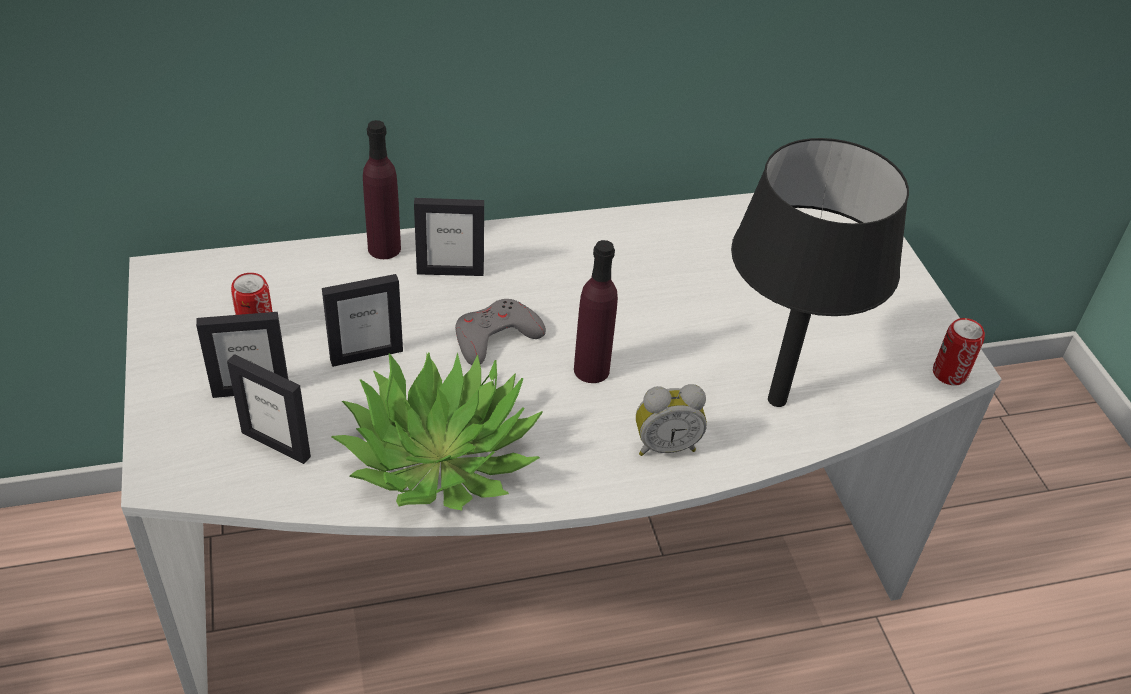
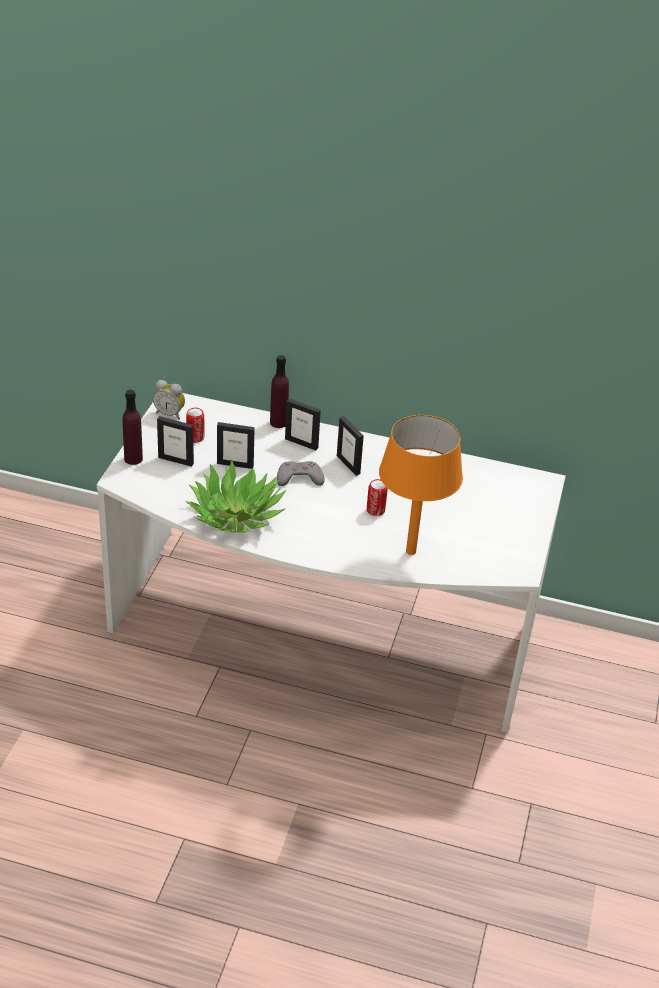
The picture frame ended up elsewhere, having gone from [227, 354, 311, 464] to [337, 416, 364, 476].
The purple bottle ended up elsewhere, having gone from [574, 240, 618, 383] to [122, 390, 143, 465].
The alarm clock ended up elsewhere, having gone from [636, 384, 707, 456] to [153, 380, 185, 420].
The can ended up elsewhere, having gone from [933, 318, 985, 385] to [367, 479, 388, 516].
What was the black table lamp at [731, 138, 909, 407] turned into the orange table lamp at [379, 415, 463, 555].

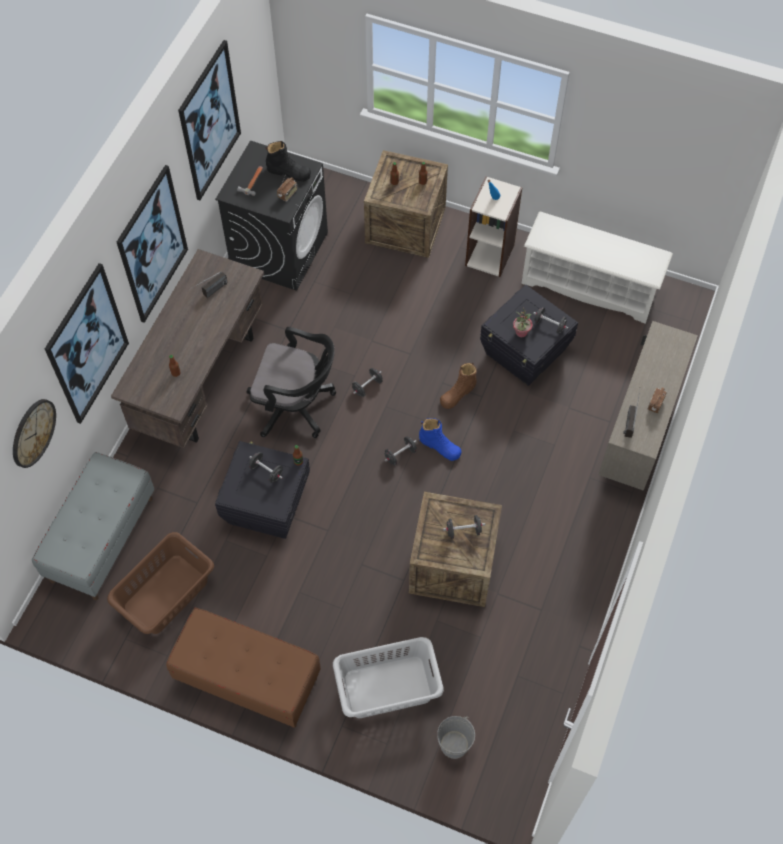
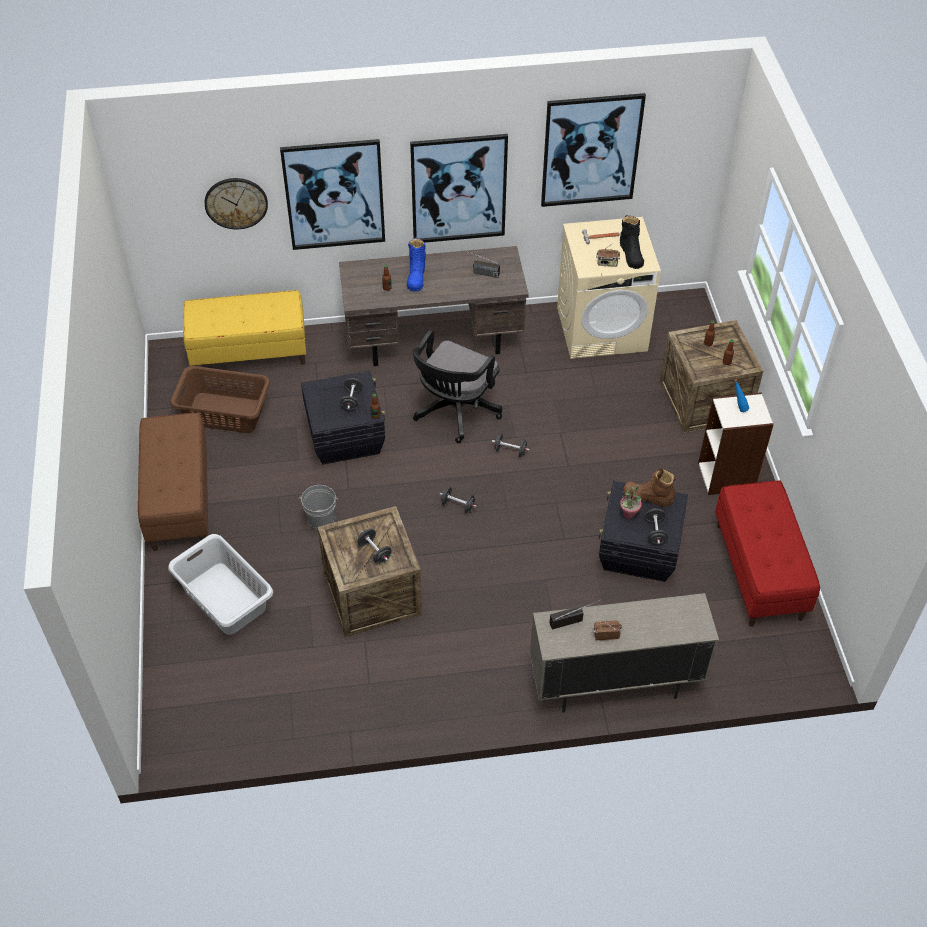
The blue boot ended up elsewhere, having gone from [419, 418, 462, 461] to [407, 238, 426, 292].
The grey bucket ended up elsewhere, having gone from [437, 716, 475, 759] to [298, 485, 338, 530].
The brown boot ended up elsewhere, having gone from [440, 363, 477, 409] to [623, 469, 676, 507].
Where the white shoe rack stood at [521, 212, 673, 324], the red bench came to stand at [715, 481, 820, 627].
What was the grey bench at [32, 452, 155, 600] turned into the yellow bench at [183, 290, 306, 366].
What was the black washing machine at [215, 140, 328, 291] turned into the beige washing machine at [557, 217, 661, 359].
The black office chair at [246, 327, 336, 438] ended up facing another way, 45 degrees clockwise from before.

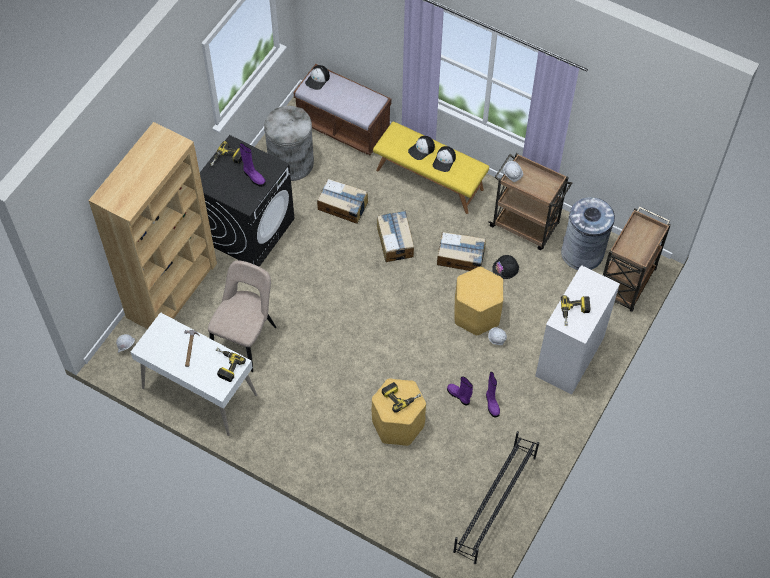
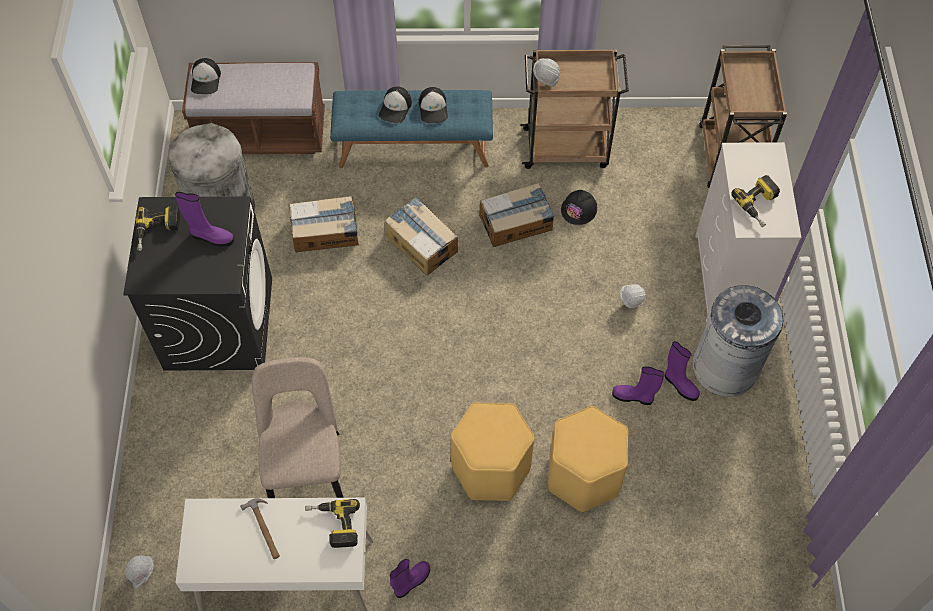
The second view lost the brown bookcase at [88, 122, 217, 329].
The second view lost the power drill at [382, 382, 421, 413].
The second view lost the black shoe rack at [453, 431, 539, 564].
The second view gained the purple boot at [390, 559, 430, 598].
The yellow stool ended up elsewhere, having gone from [454, 267, 503, 335] to [451, 402, 535, 501].
The grey trash can ended up elsewhere, having gone from [561, 197, 615, 270] to [692, 285, 783, 397].
What was the yellow bench at [373, 122, 489, 214] turned into the blue bench at [330, 90, 493, 168].

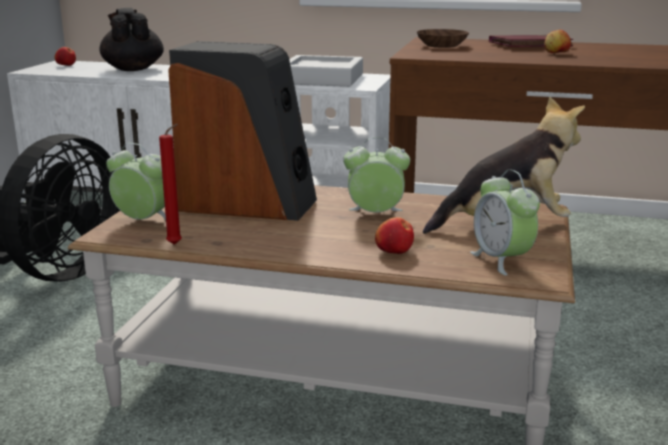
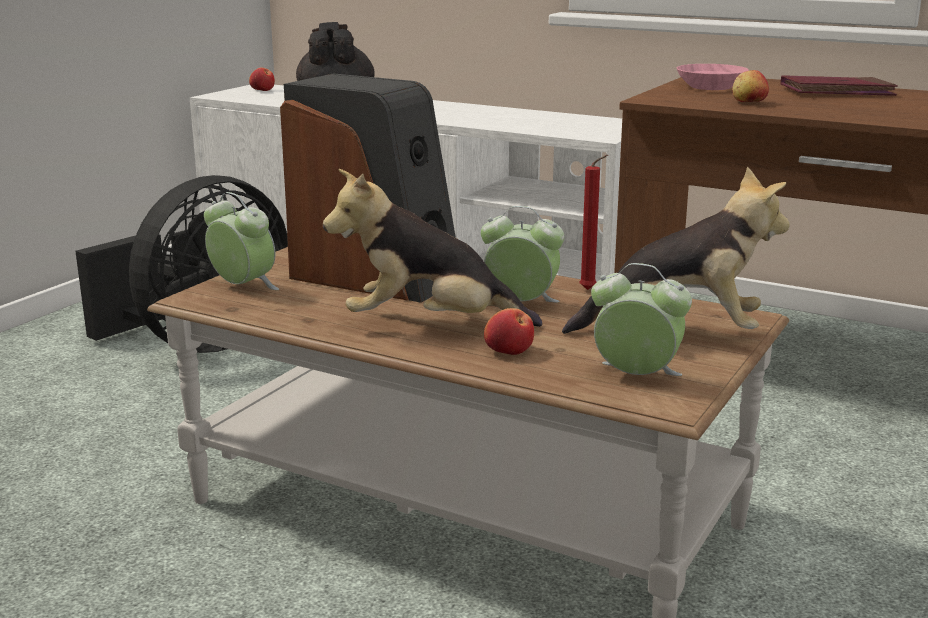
The second view lost the grey tray at [289, 55, 363, 87].
The second view gained the plush toy at [323, 169, 542, 327].
The red candle ended up elsewhere, having gone from [159, 124, 182, 245] to [579, 155, 608, 290].
The apple ended up elsewhere, having gone from [544, 30, 571, 53] to [732, 70, 769, 102].
What was the brown bowl at [417, 29, 469, 48] turned into the pink bowl at [677, 64, 749, 90].
The alarm clock at [470, 170, 540, 276] ended up facing another way, 120 degrees clockwise from before.

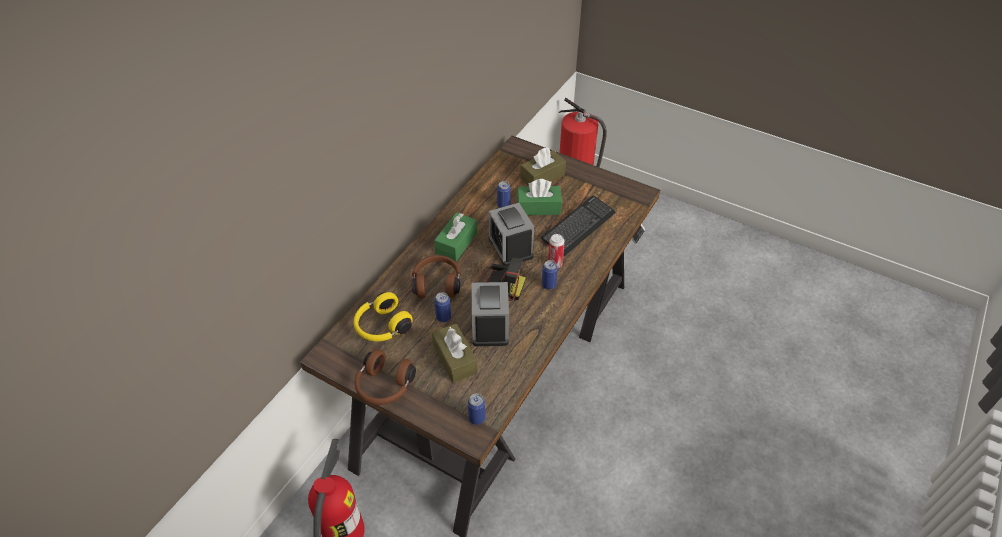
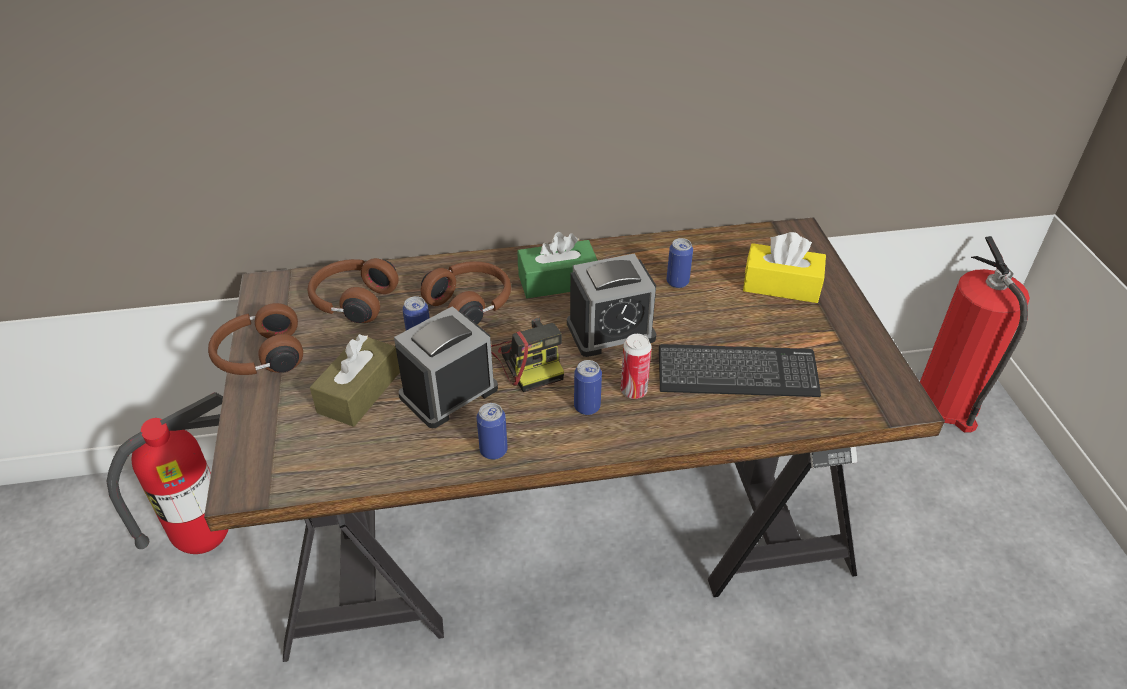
The second view lost the green tissue box at [517, 179, 562, 215].
The can ended up elsewhere, having gone from [468, 393, 485, 425] to [476, 403, 508, 460].
What was the yellow headphones at [354, 292, 413, 342] turned into the brown headphones at [308, 258, 399, 323].
What was the brown tissue box at [520, 148, 566, 186] turned into the yellow tissue box at [743, 232, 826, 303].
The alarm clock at [489, 203, 534, 266] ended up facing another way, 135 degrees counterclockwise from before.

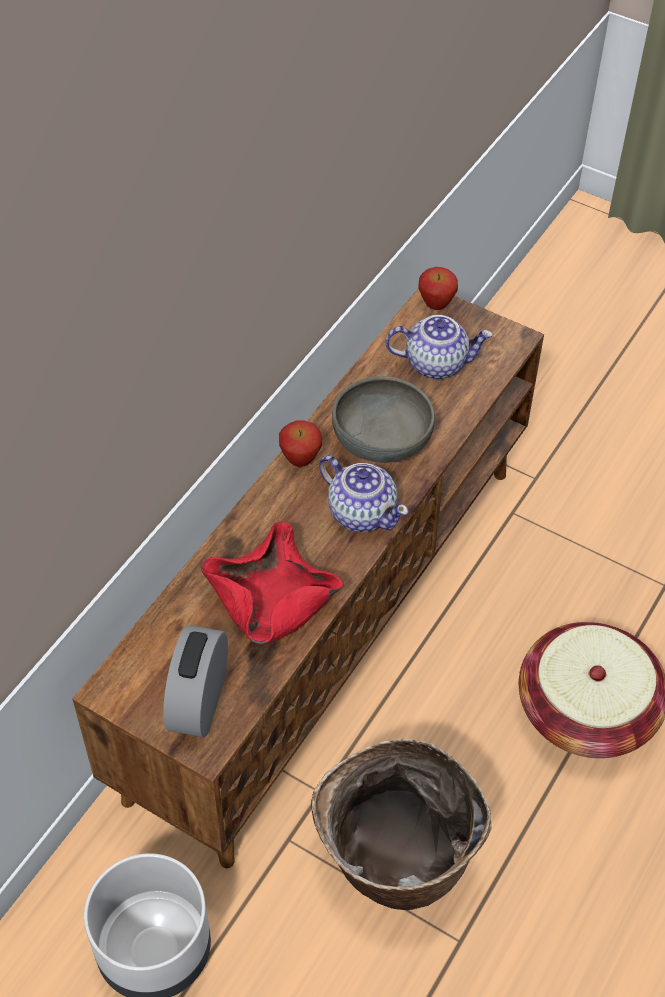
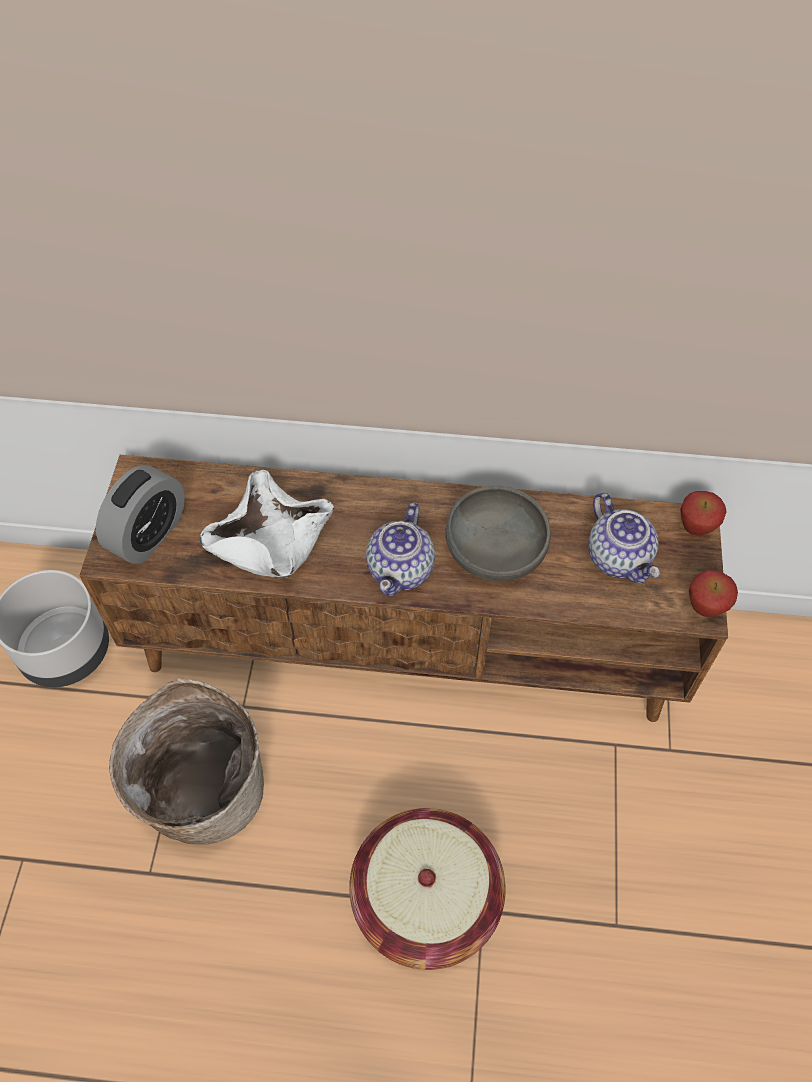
The apple ended up elsewhere, having gone from [279, 420, 322, 467] to [689, 570, 738, 617].
What was the red bowl at [201, 522, 343, 644] turned into the white bowl at [200, 470, 334, 578].
The alarm clock at [163, 625, 228, 738] ended up facing another way, 135 degrees clockwise from before.

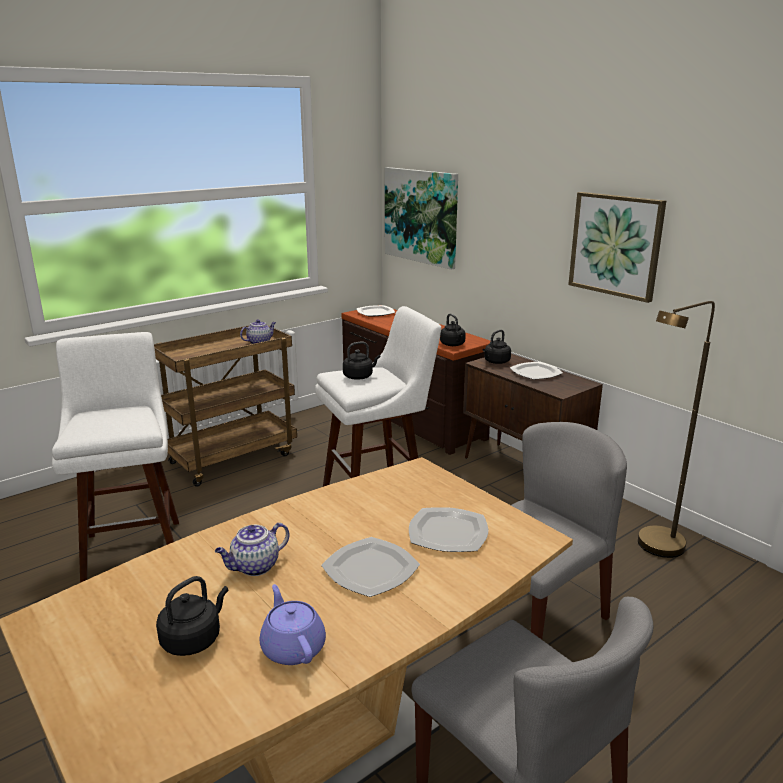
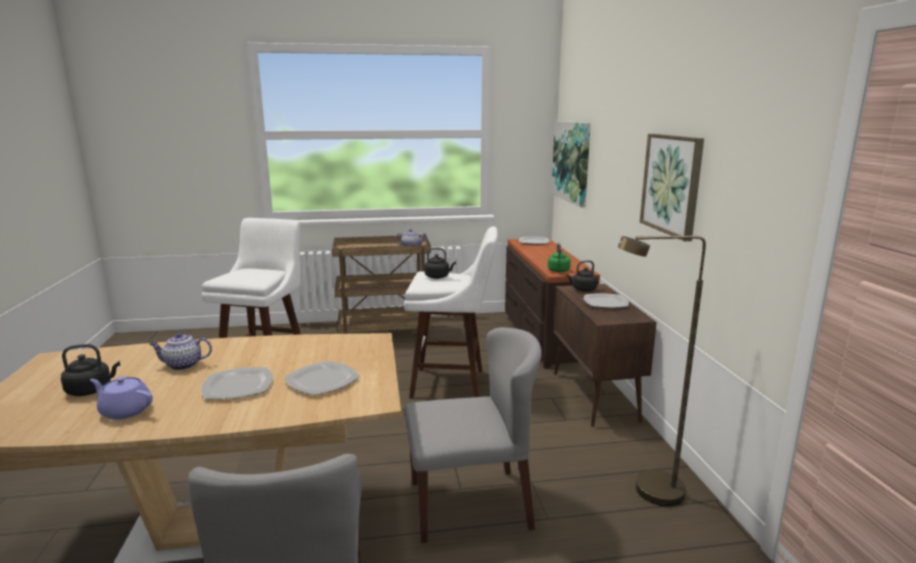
What was the black kettle at [440, 314, 466, 346] turned into the green kettle at [548, 243, 571, 272].
The purple teapot at [260, 584, 326, 665] ended up facing another way, 75 degrees counterclockwise from before.

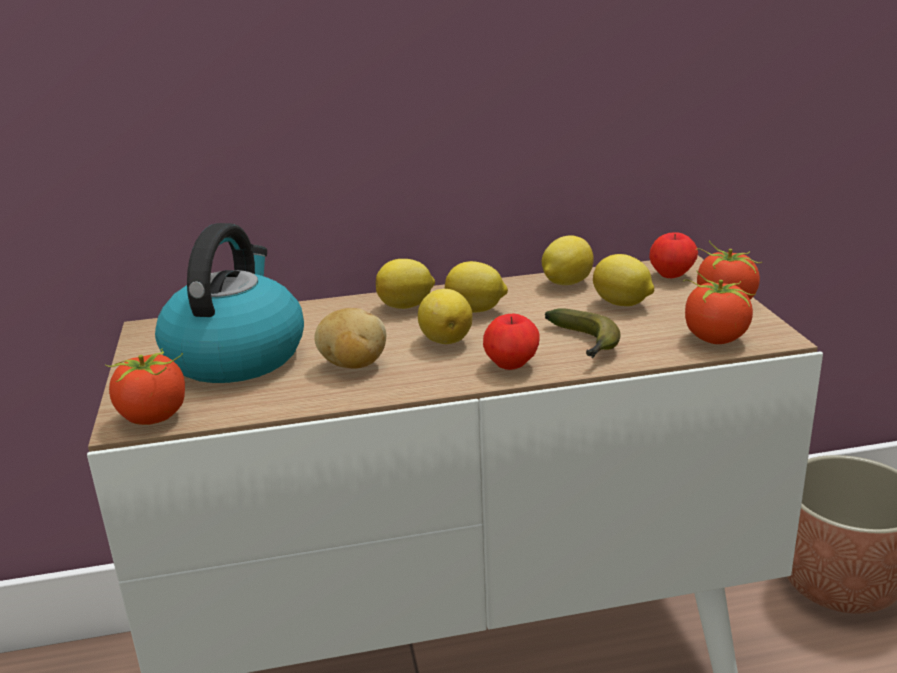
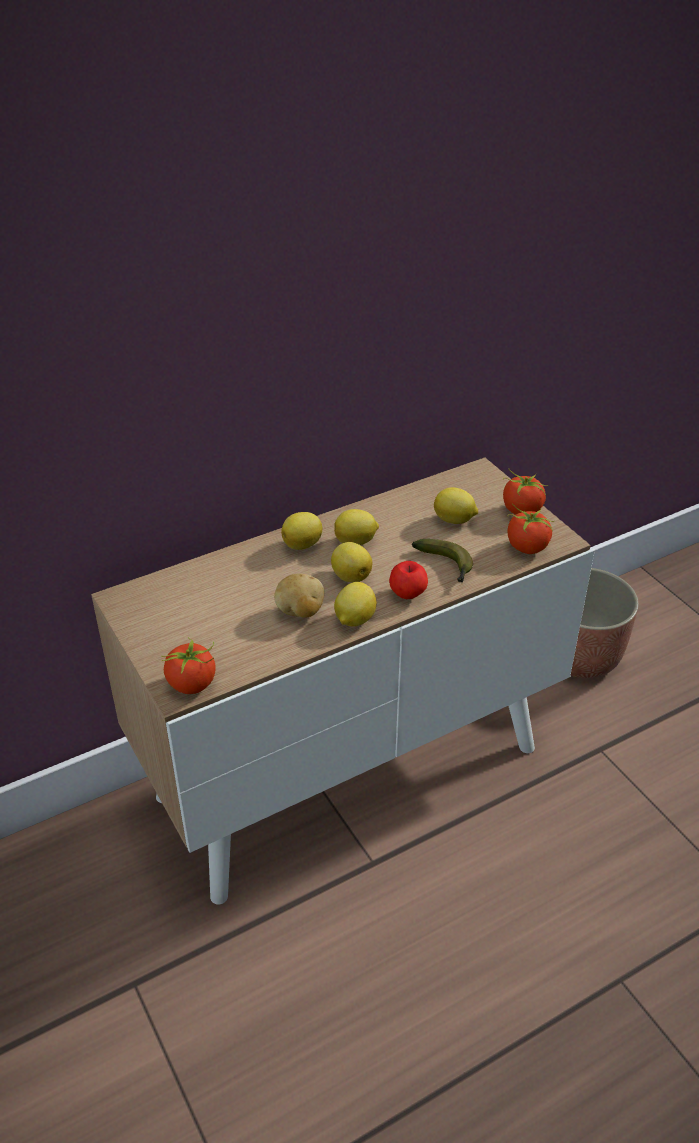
The second view lost the kettle at [155, 223, 304, 383].
The second view lost the apple at [649, 232, 698, 278].
The lemon ended up elsewhere, having gone from [542, 235, 594, 285] to [334, 582, 377, 627].

